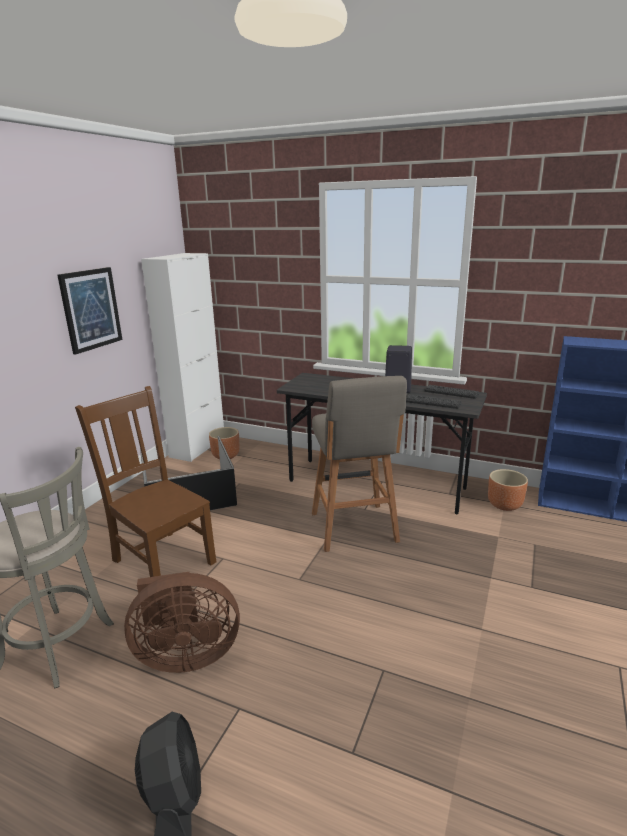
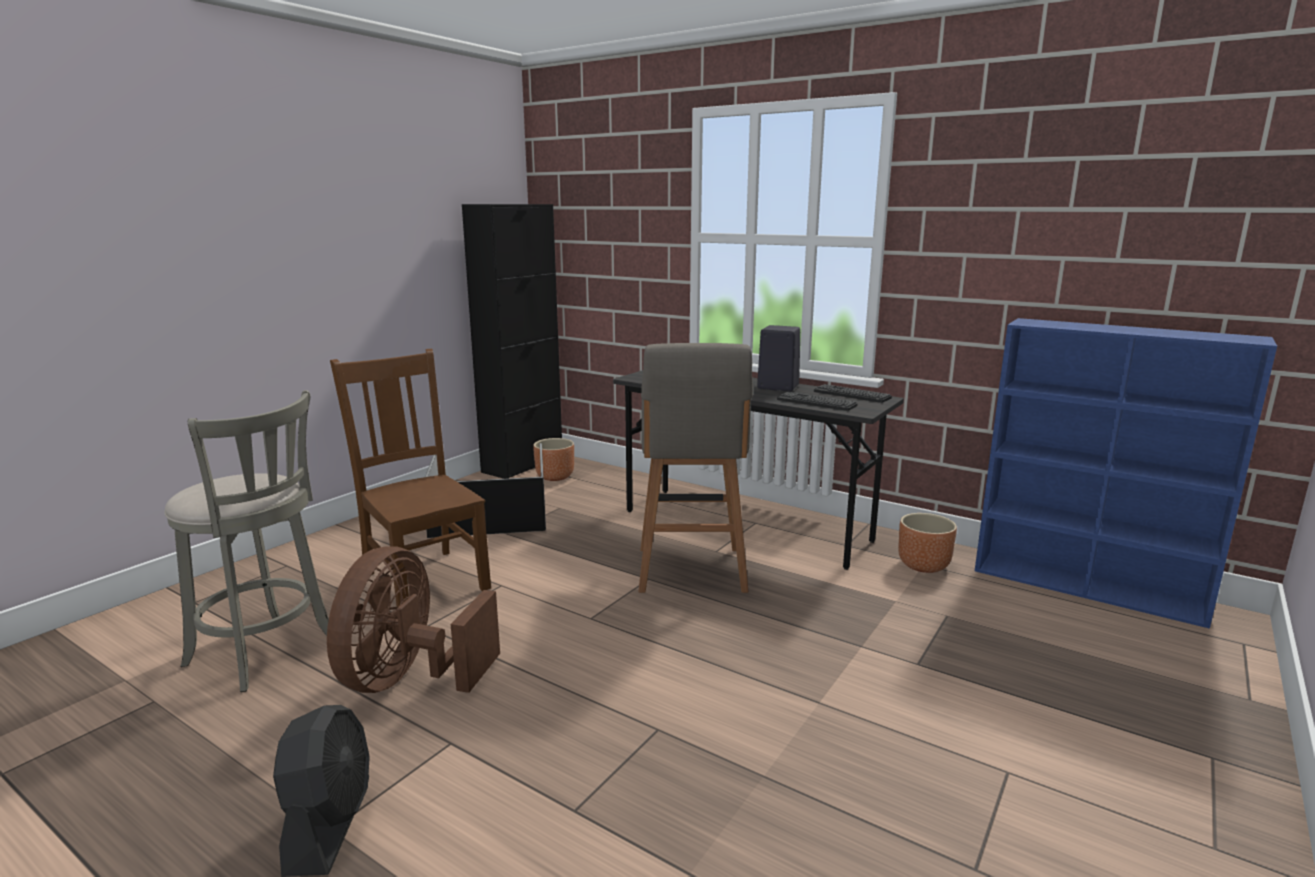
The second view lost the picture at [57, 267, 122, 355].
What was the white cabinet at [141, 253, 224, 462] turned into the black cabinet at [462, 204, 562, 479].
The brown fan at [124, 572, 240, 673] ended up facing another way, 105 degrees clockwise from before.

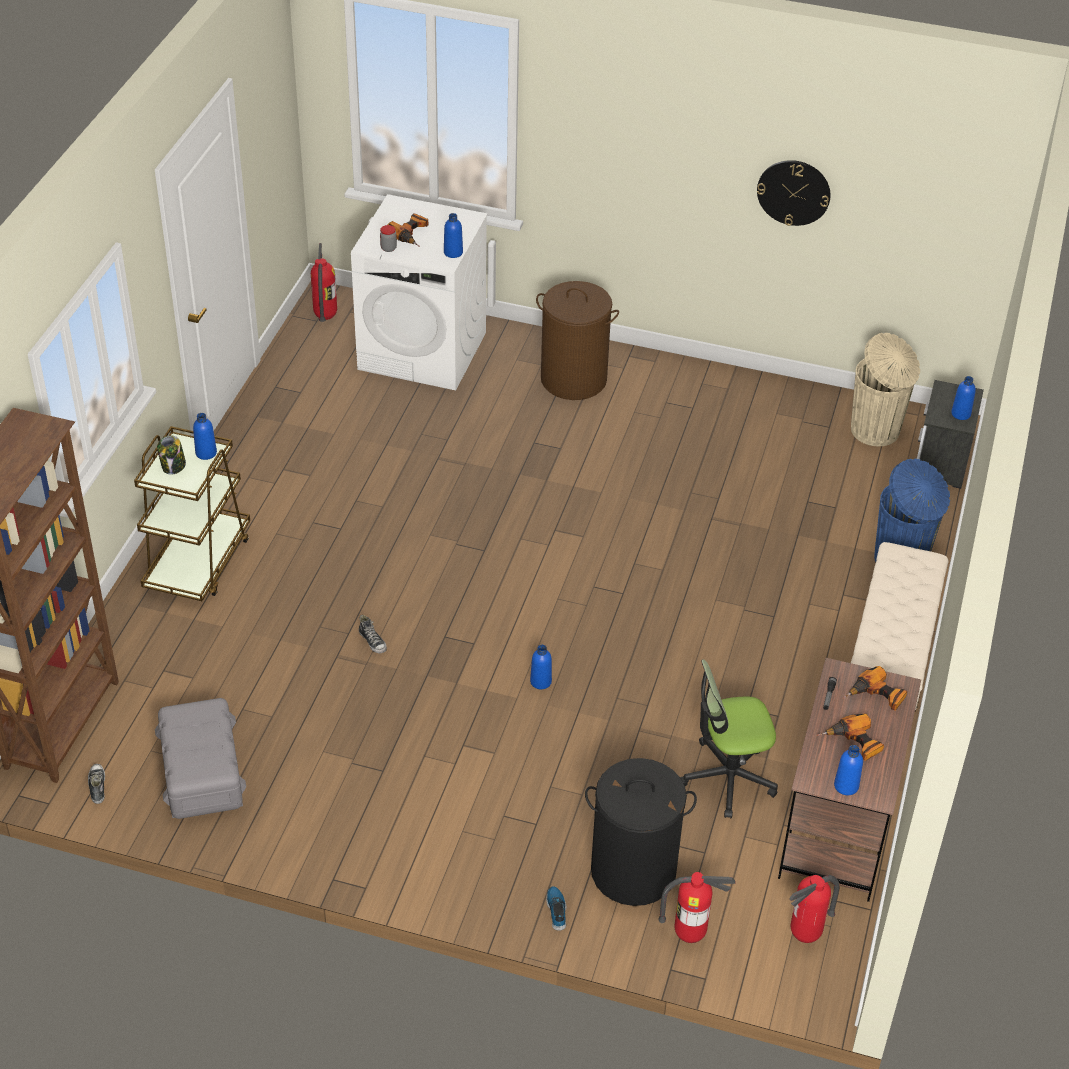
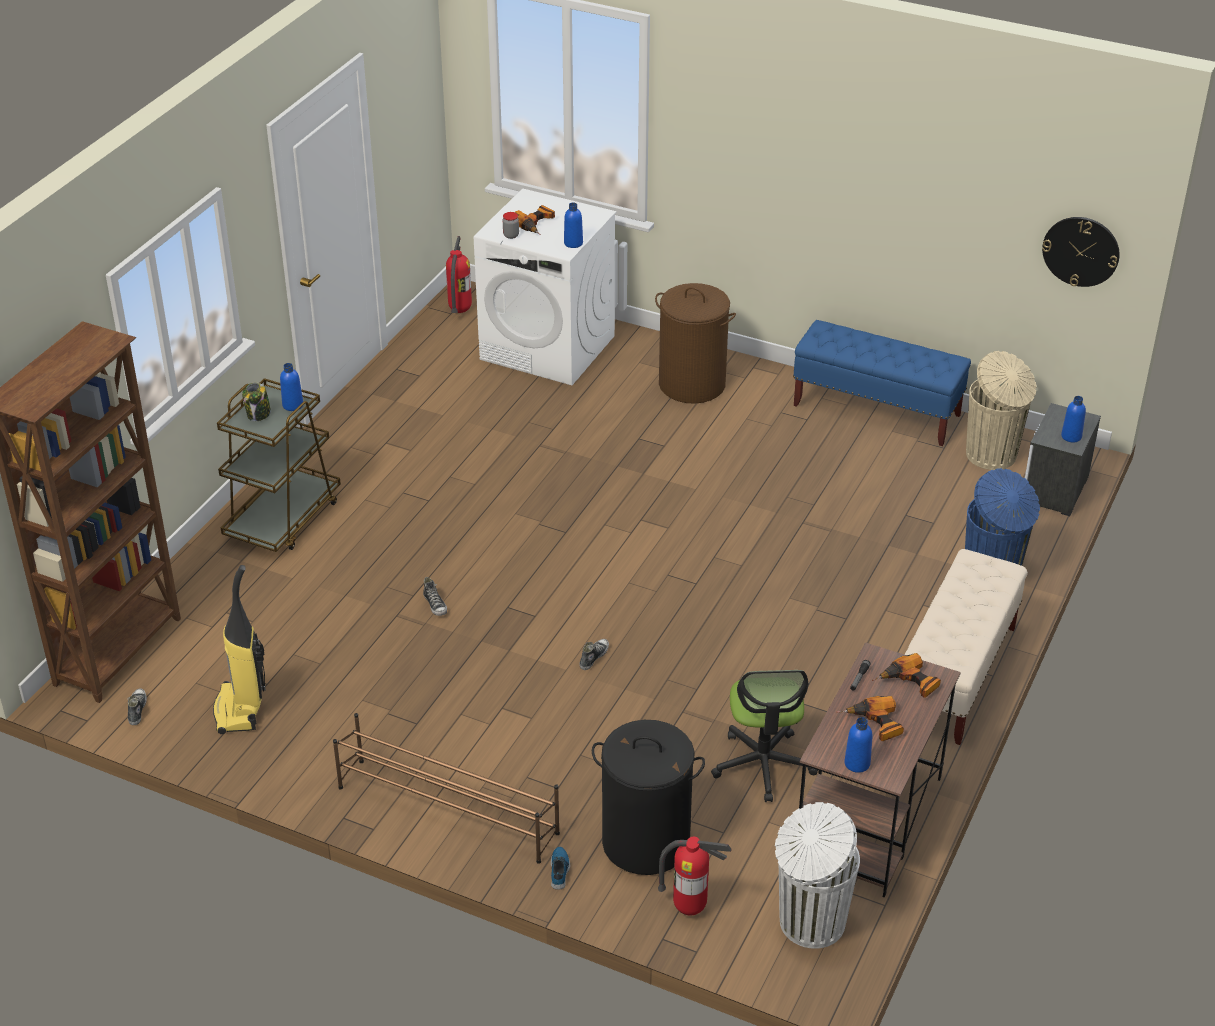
The second view gained the brown shoe rack at [333, 713, 560, 864].
The second view gained the blue bench at [793, 320, 971, 446].
The wall clock ended up elsewhere, having gone from [757, 160, 831, 226] to [1042, 217, 1120, 287].
Where the grey storage box stood at [155, 698, 246, 819], the vacuum cleaner came to stand at [213, 565, 266, 734].
Where the blue bottle stood at [530, 645, 552, 689], the shoe came to stand at [580, 639, 609, 670].
Where the fire extinguisher stood at [789, 875, 839, 943], the white trash can came to stand at [775, 802, 860, 949].
The office chair at [680, 659, 778, 818] ended up facing another way, 90 degrees counterclockwise from before.

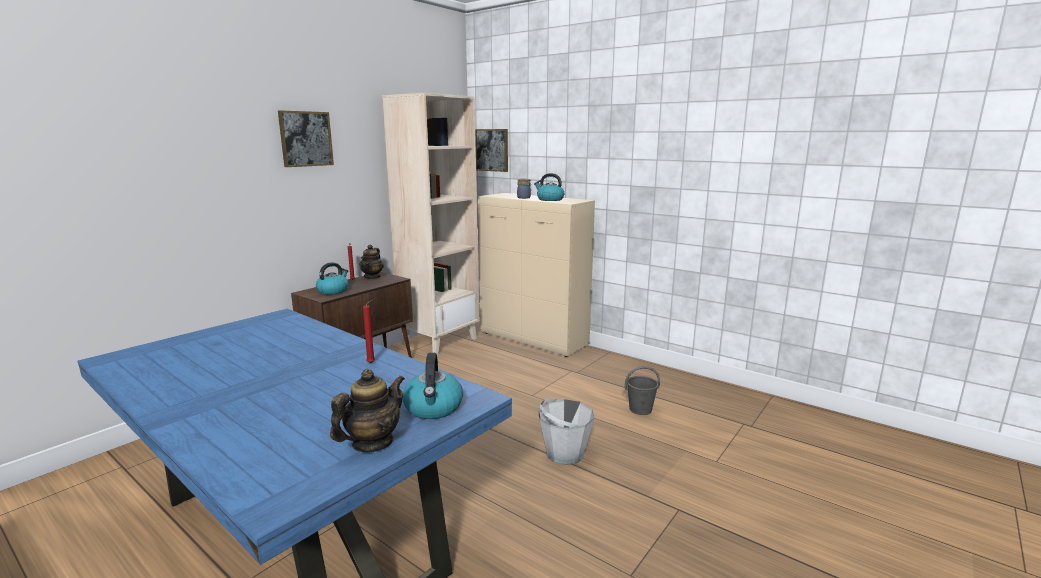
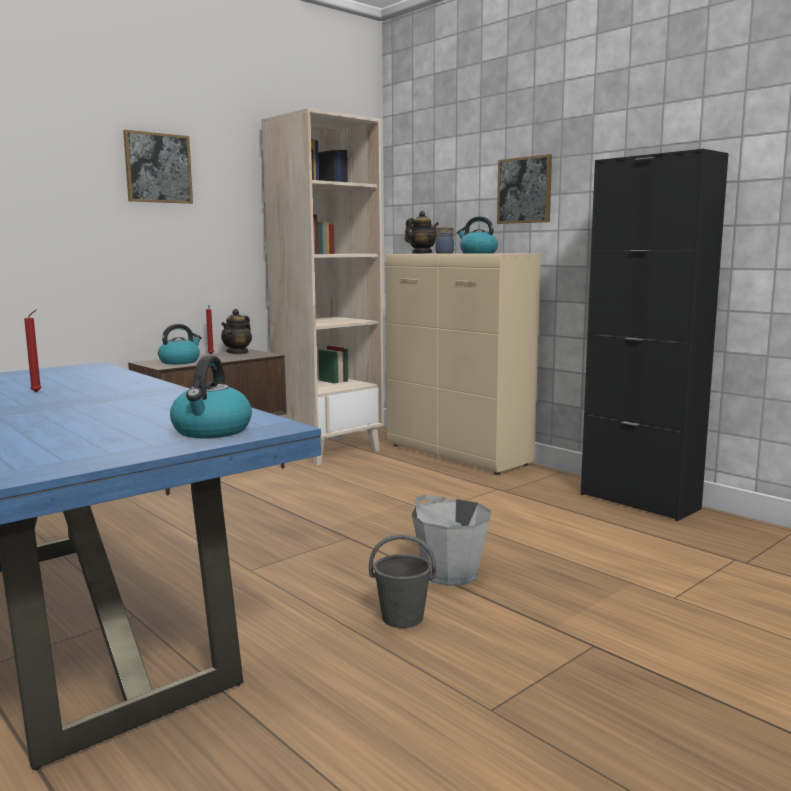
The second view gained the black cabinet at [581, 149, 729, 521].
The teapot ended up elsewhere, having gone from [330, 369, 405, 452] to [405, 211, 439, 254].
The red candle ended up elsewhere, having gone from [363, 300, 375, 363] to [24, 310, 42, 393].
The picture ended up elsewhere, having gone from [475, 129, 508, 172] to [497, 154, 552, 224].
The grey bucket ended up elsewhere, having gone from [625, 366, 660, 415] to [369, 534, 436, 628].

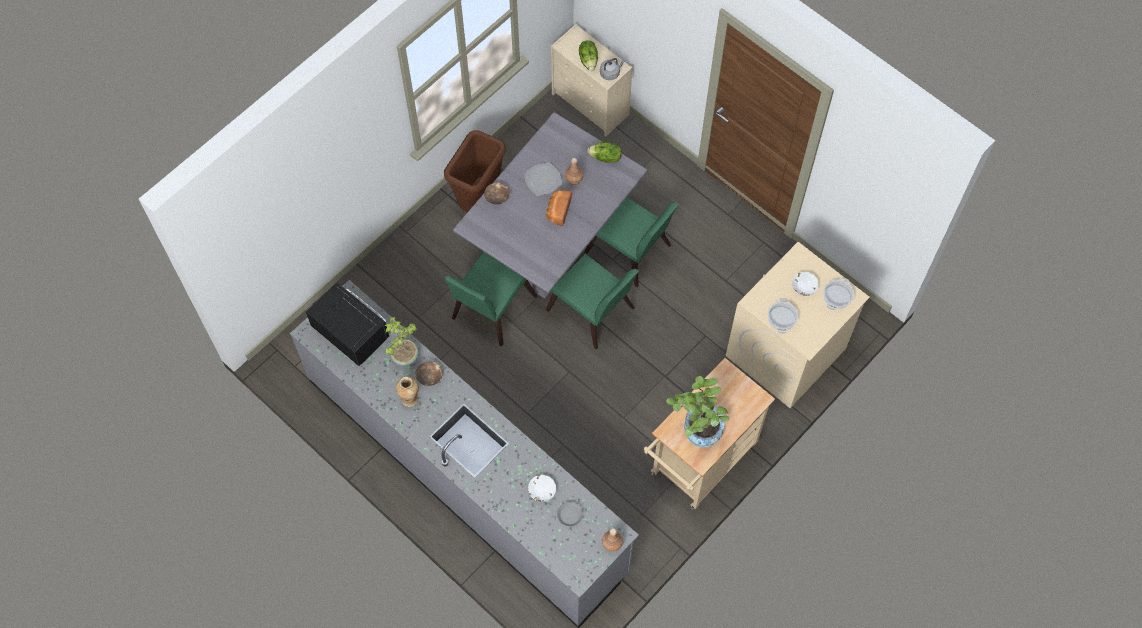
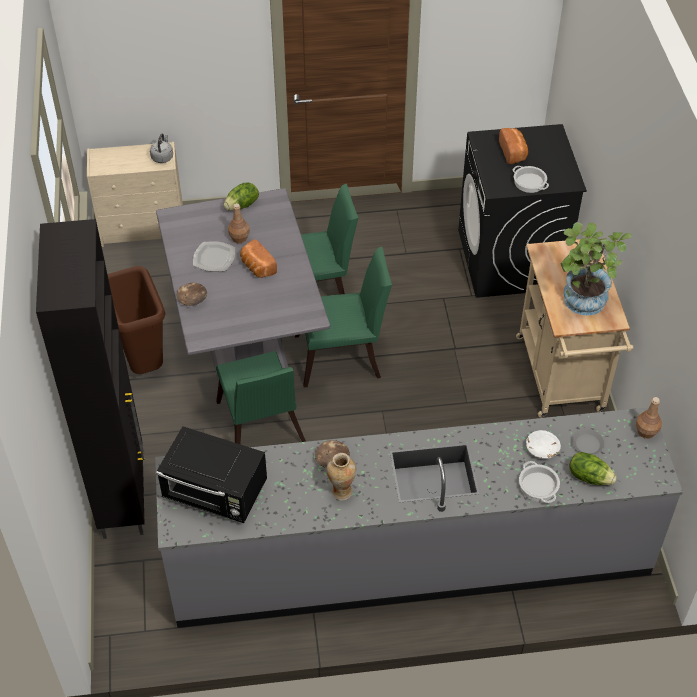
The second view lost the potted plant at [384, 317, 419, 366].
The second view gained the black cabinet at [36, 219, 144, 539].
The lettuce ended up elsewhere, having gone from [579, 40, 598, 71] to [569, 452, 617, 485].
The cooking pot ended up elsewhere, having gone from [823, 277, 854, 310] to [519, 461, 560, 503].
Where the white bowl stood at [792, 272, 819, 296], the bread came to stand at [499, 128, 528, 164].
What was the beige washing machine at [726, 242, 870, 408] turned into the black washing machine at [458, 124, 587, 298].
The black microwave at [306, 282, 389, 366] ended up facing another way, 150 degrees counterclockwise from before.

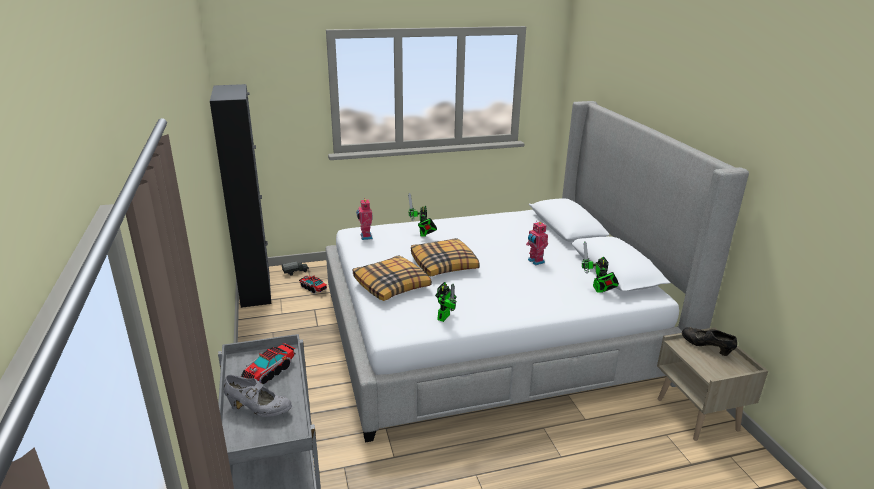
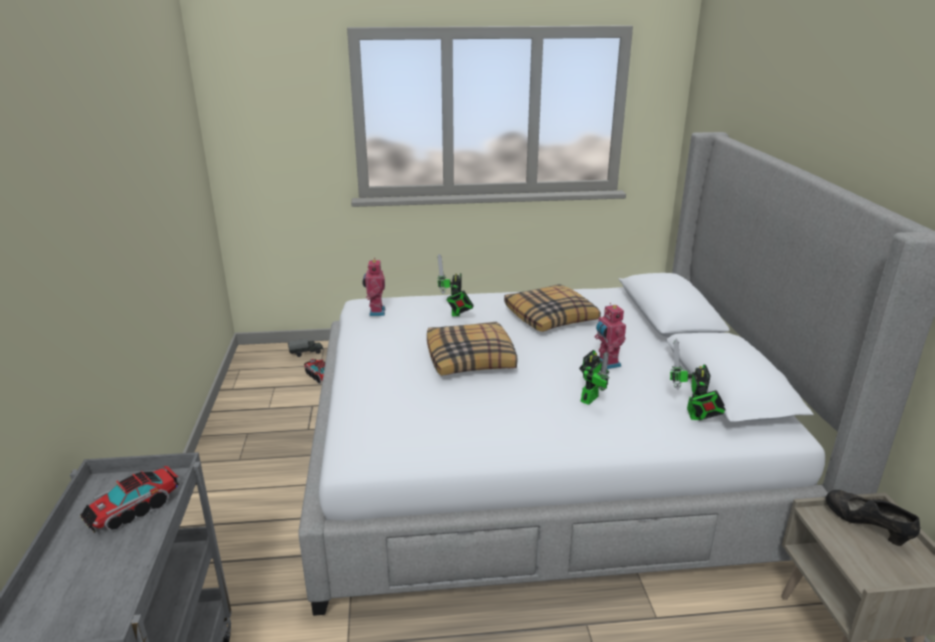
The second view lost the black cabinet at [210, 84, 271, 308].
The second view lost the grey shoe at [223, 375, 292, 417].
The pillow ended up elsewhere, having gone from [353, 255, 432, 301] to [504, 284, 601, 332].
The toy robot ended up elsewhere, having gone from [435, 282, 457, 322] to [579, 350, 610, 405].

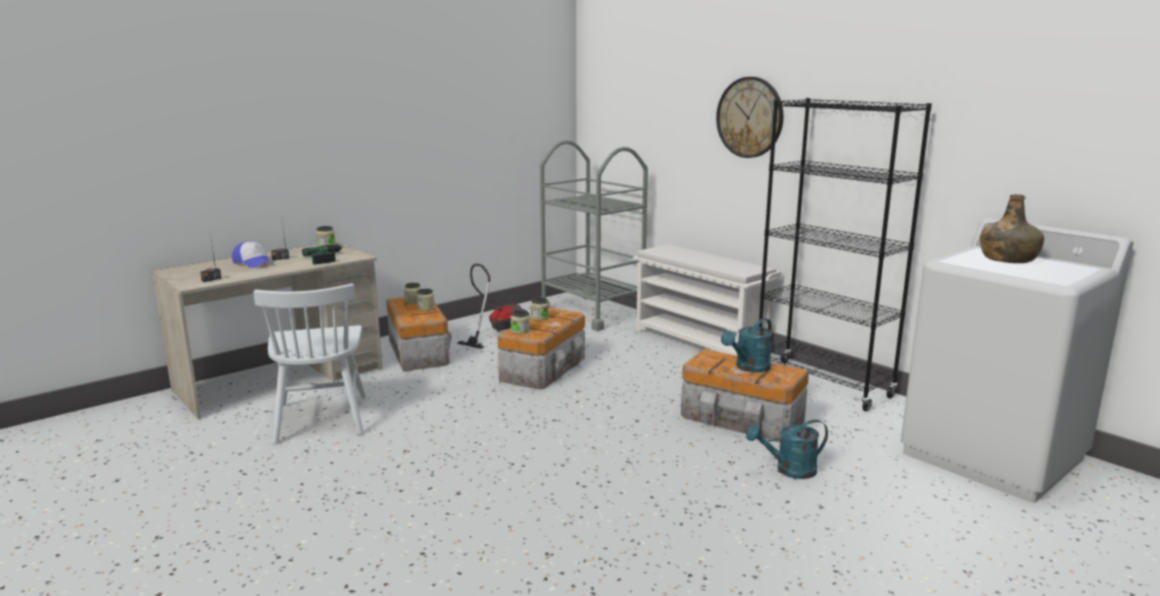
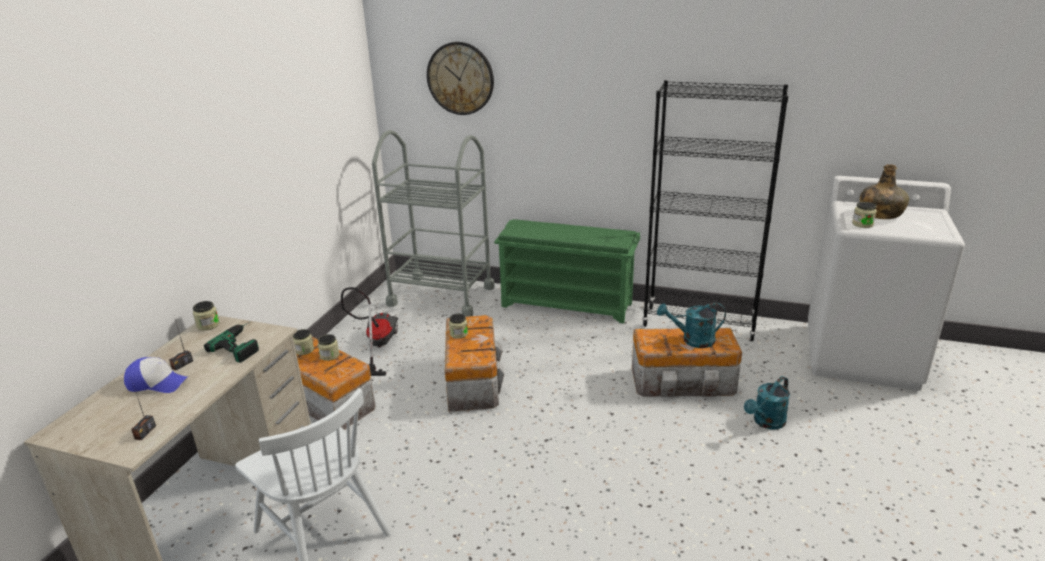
The jar ended up elsewhere, having gone from [510, 310, 530, 334] to [852, 202, 877, 228].
The wall clock ended up elsewhere, having gone from [716, 77, 783, 158] to [427, 42, 494, 115].
What was the white shoe rack at [633, 244, 781, 356] turned into the green shoe rack at [494, 219, 640, 323].
The turquoise watering can at [721, 318, 772, 372] ended up facing another way, 75 degrees clockwise from before.

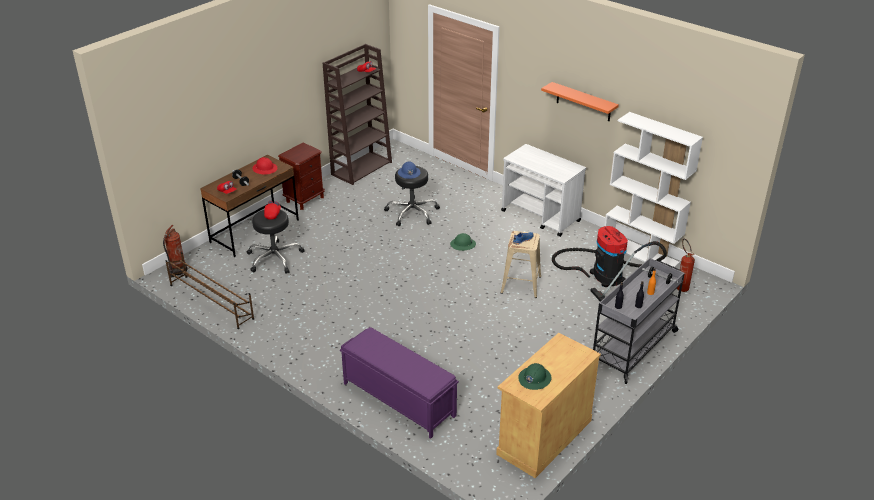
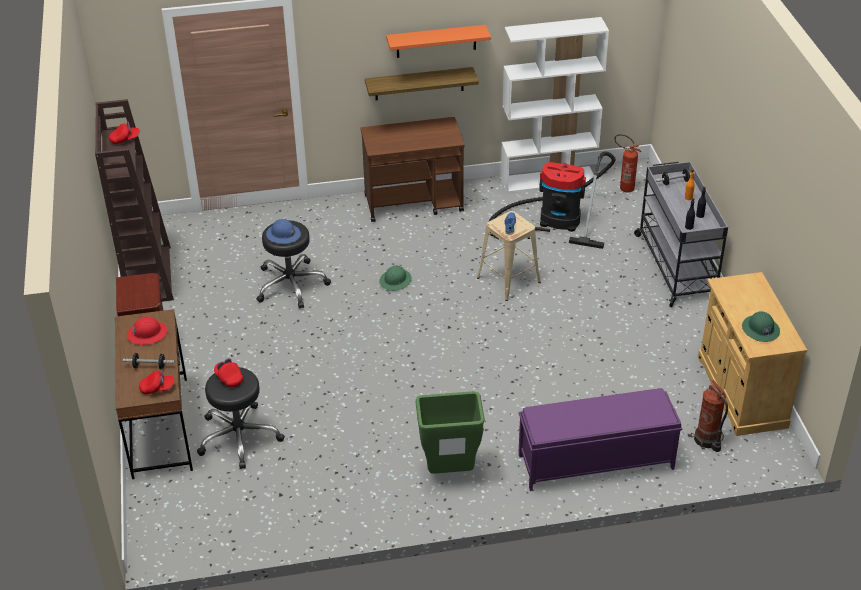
The second view lost the brown shoe rack at [166, 252, 254, 329].
The second view gained the shelf at [365, 67, 479, 100].
The second view gained the green trash can at [415, 391, 485, 474].
The fire extinguisher ended up elsewhere, having gone from [163, 225, 190, 278] to [690, 380, 728, 452].
What was the white cart at [501, 144, 586, 237] turned into the brown cart at [361, 117, 465, 222].

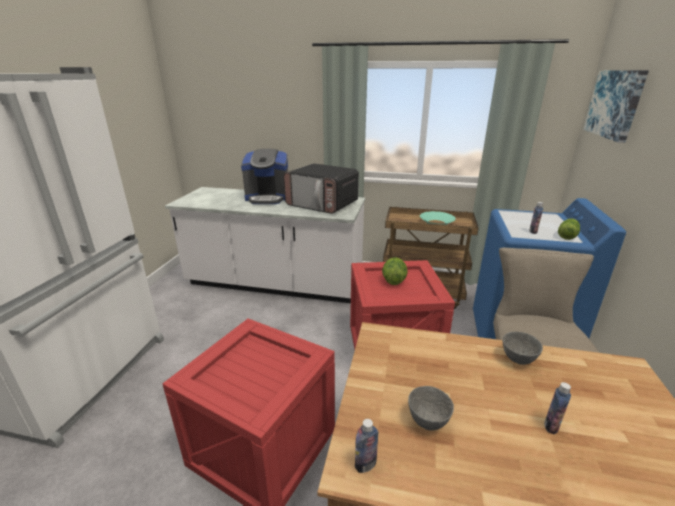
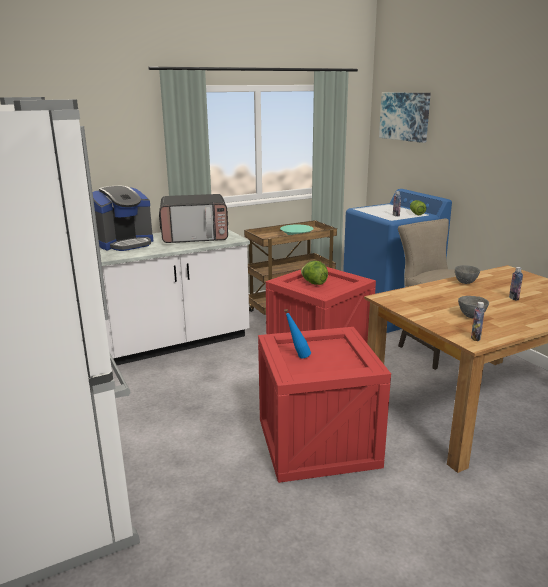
The second view gained the blue bottle at [284, 309, 311, 358].

